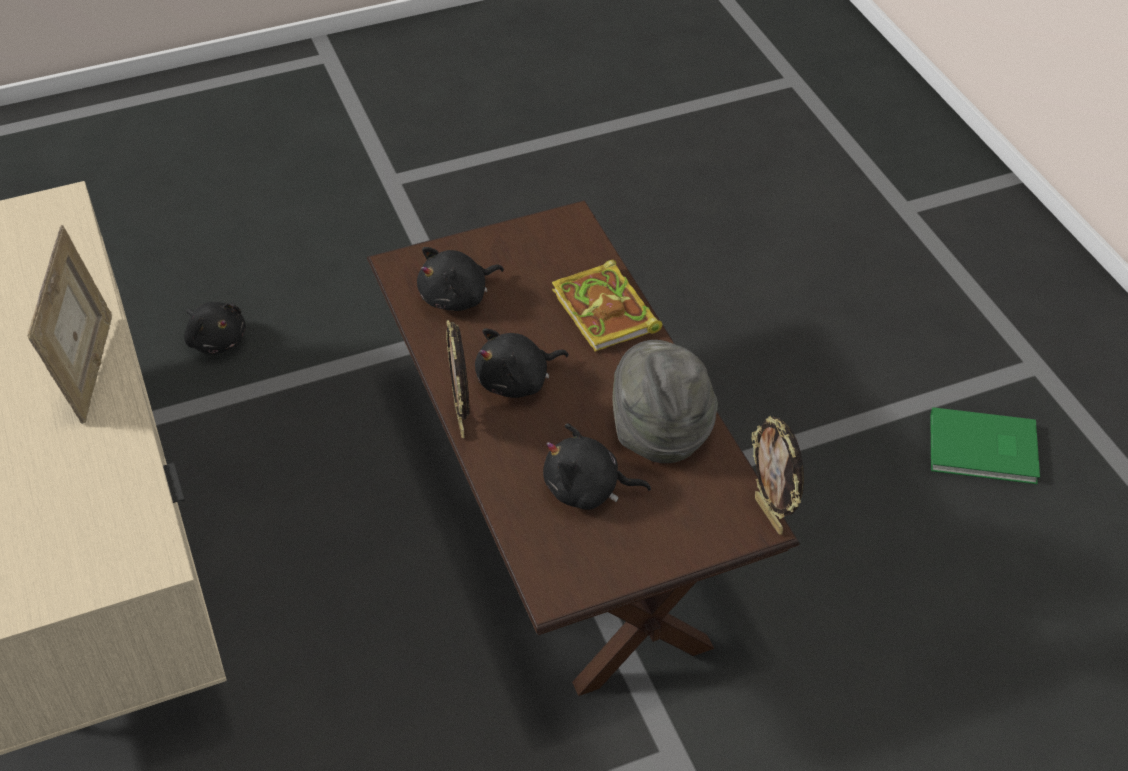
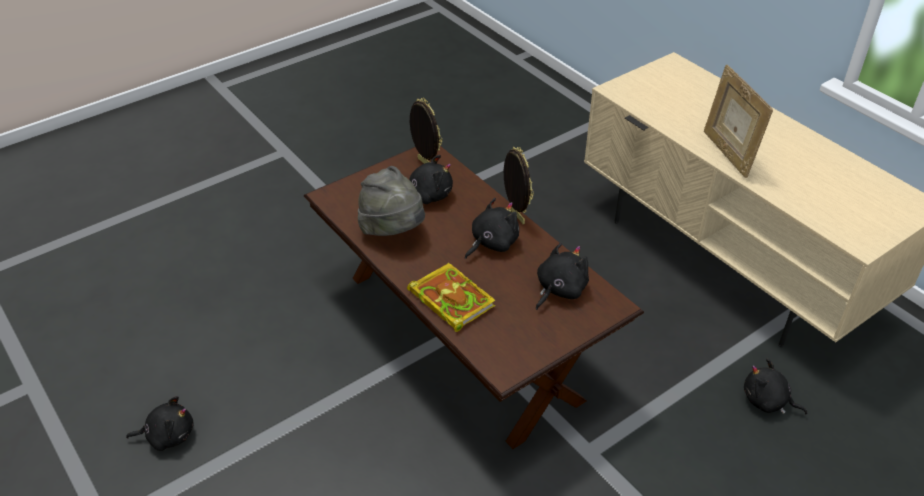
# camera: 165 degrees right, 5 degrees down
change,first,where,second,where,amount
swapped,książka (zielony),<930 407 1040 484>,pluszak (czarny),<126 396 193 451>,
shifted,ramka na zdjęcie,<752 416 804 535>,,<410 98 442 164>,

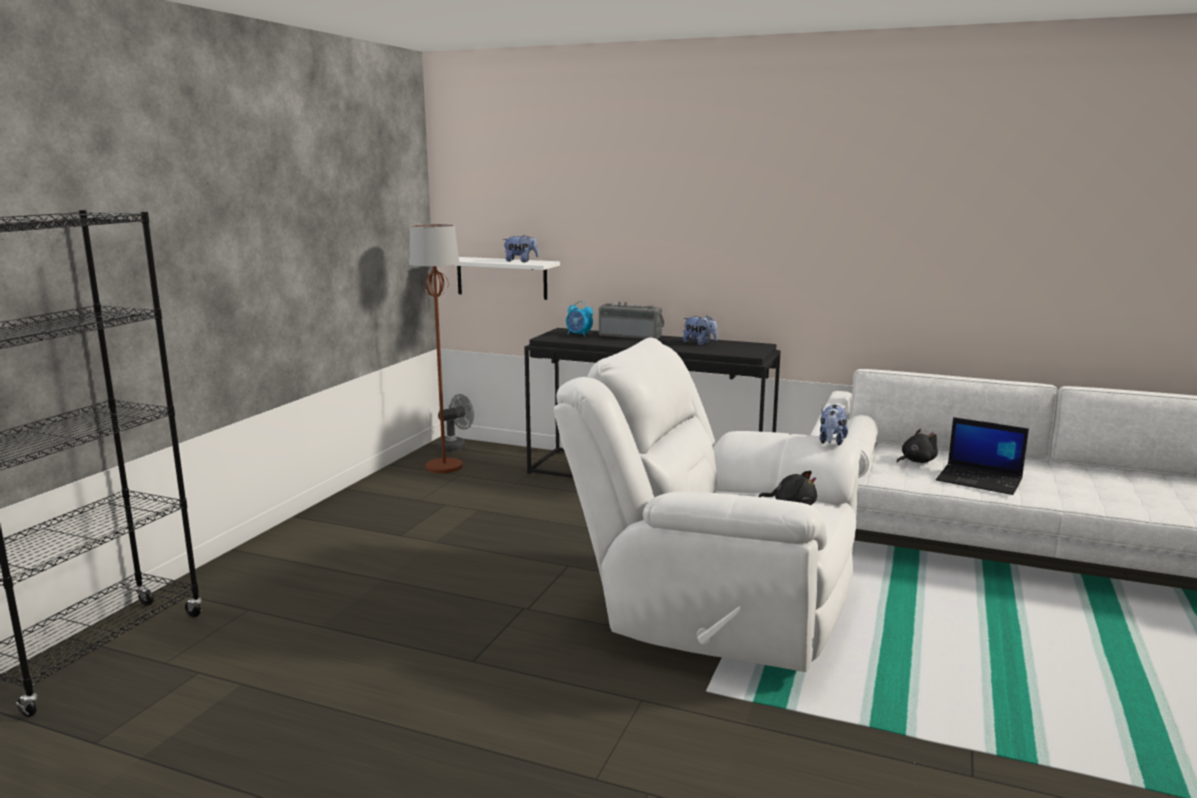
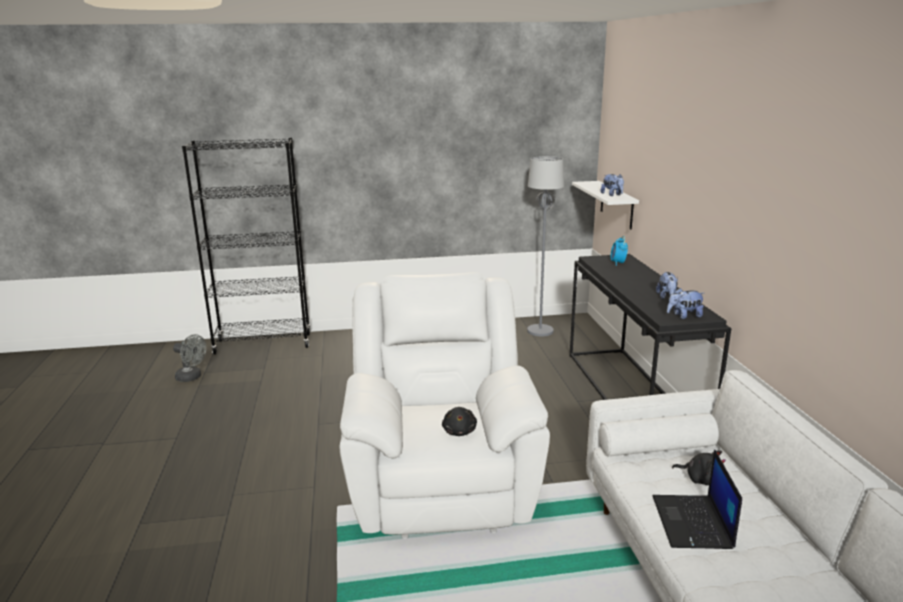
# camera: 60 degrees right, 5 degrees up
change,first,where,second,where,amount
shifted,wentylator (szary),<437 394 474 452>,,<173 334 206 382>,
repainted,lampa stojąca (brązowy),<409 224 463 473>,lampa stojąca (szary),<527 156 564 337>,
shifted,pluszak,<820 405 848 445>,,<667 288 704 319>,
gone,radio,<599 302 665 339>,,,

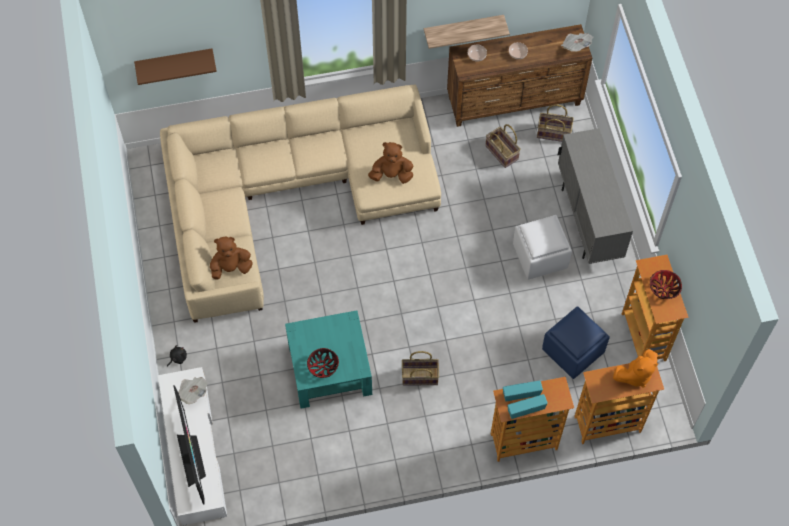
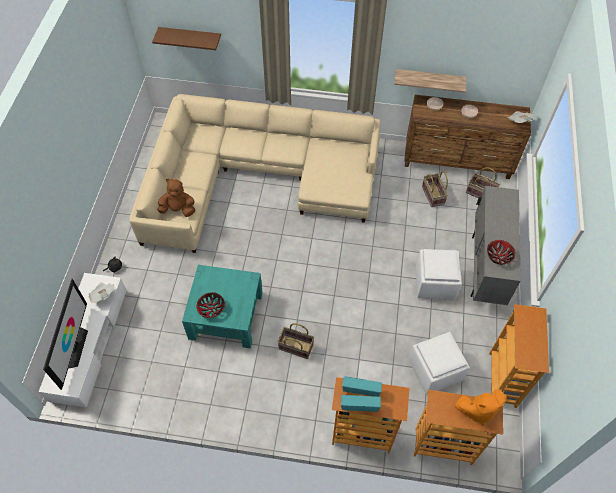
# camera: 20 degrees right, 5 degrees down
change,first,where,second,where,amount
repainted,pufa (niebieski),<542 306 610 379>,pufa (biały),<409 332 470 395>,
shifted,miska,<650 270 682 299>,,<487 240 515 265>,
gone,pluszak (brązowy),<368 142 414 184>,,,

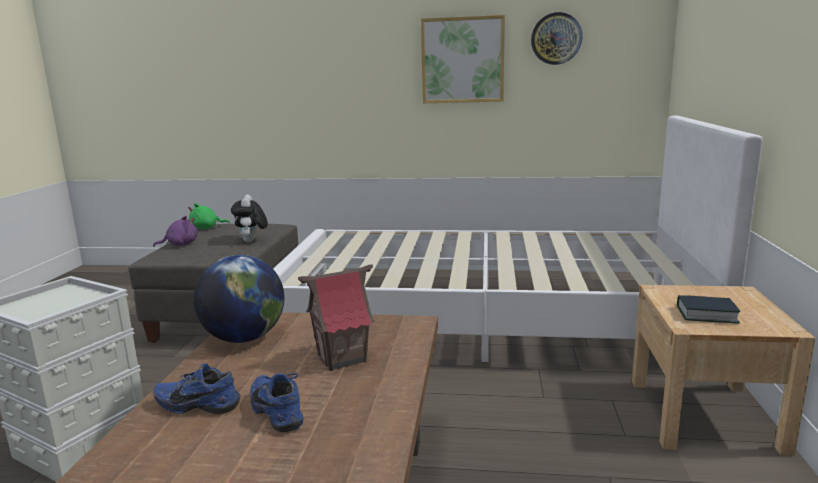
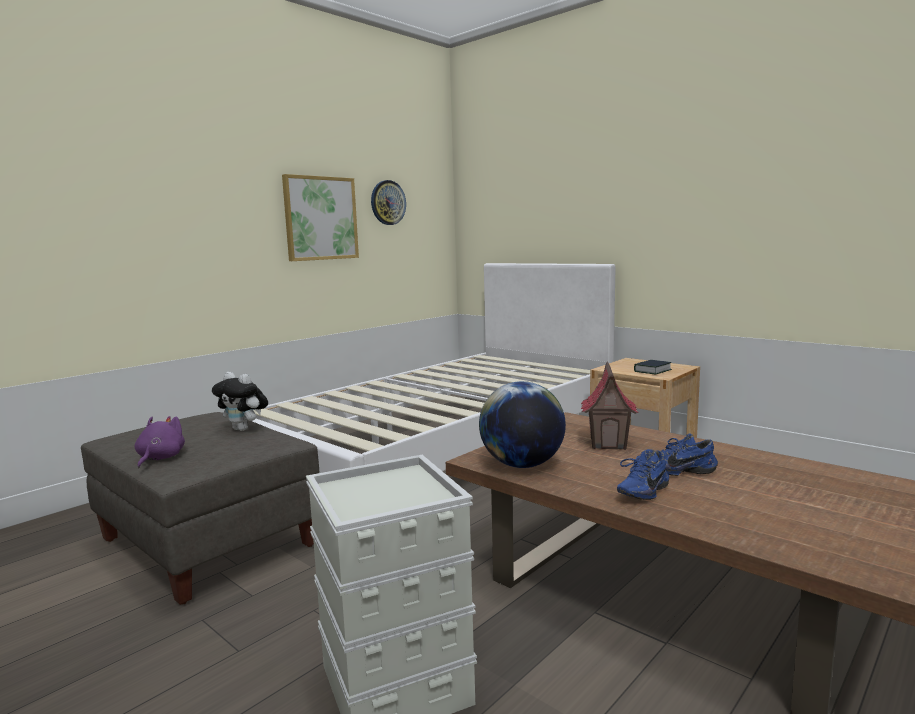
# camera: 55 degrees left, 5 degrees down
change,first,where,second,where,amount
gone,pluszak (zielony),<188 203 230 229>,,,

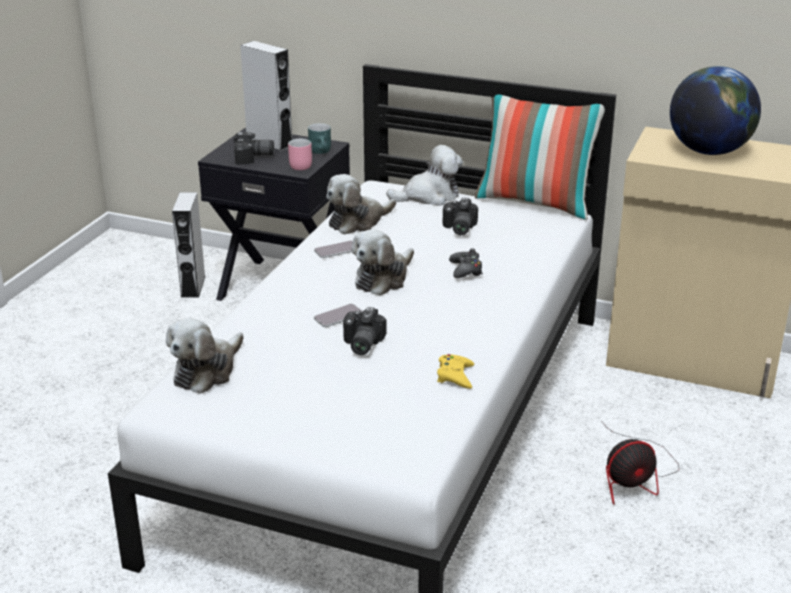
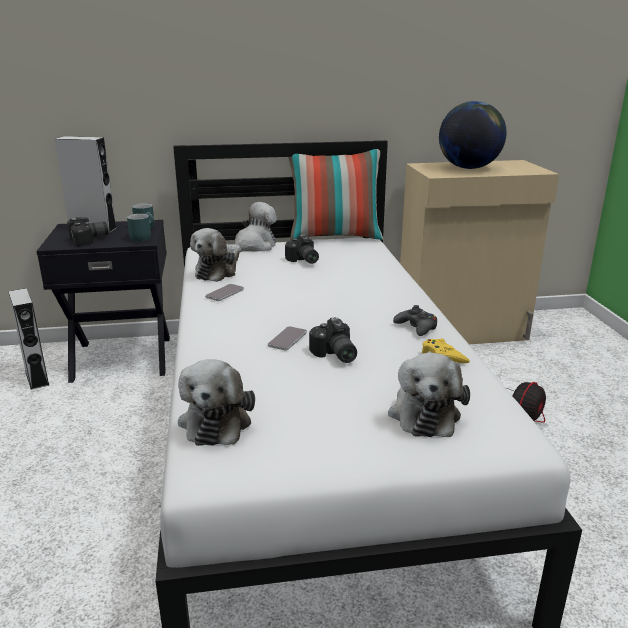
# camera: 30 degrees left, 5 degrees down
change,first,where,second,where,amount
repainted,kubek (różowy),<288 139 312 170>,kubek (turkusowy),<127 214 151 242>,
shifted,pluszak,<352 229 414 296>,,<388 353 470 437>,
shifted,pad do gier (czarny),<449 248 483 278>,,<393 305 437 336>,

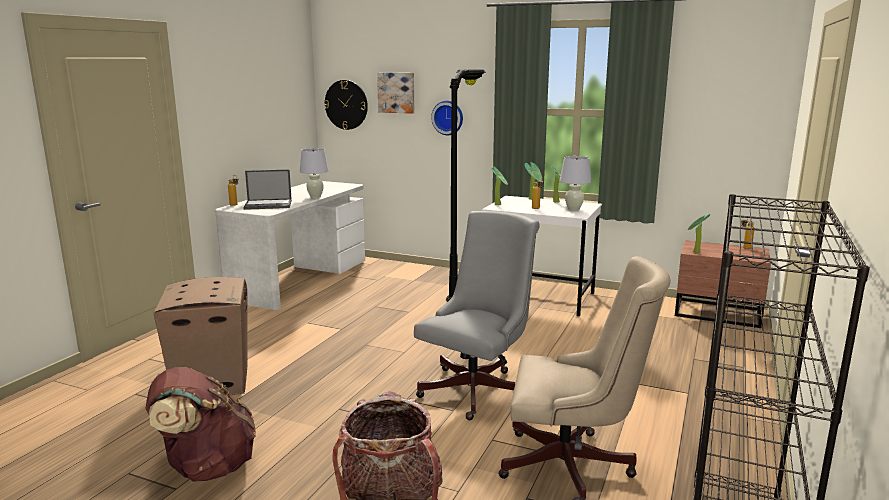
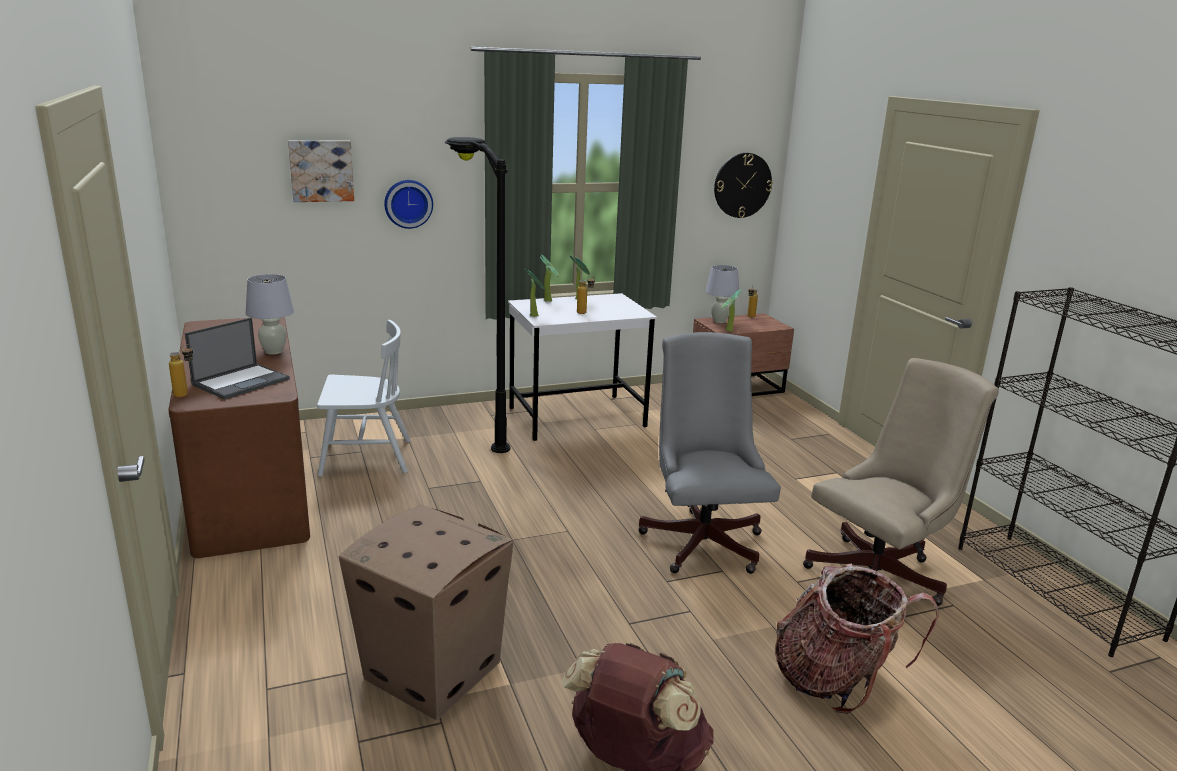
# camera: 45 degrees left, 5 degrees up
change,first,where,second,where,amount
repainted,biurko (biały),<215 181 365 310>,biurko (brązowy),<168 317 310 558>,
new,,,krzesło (biały),<317 320 411 477>,
shifted,lampa stołowa (biały),<560 156 592 211>,,<706 265 739 323>,
shifted,zegar ścienny,<324 80 368 130>,,<714 153 772 218>,

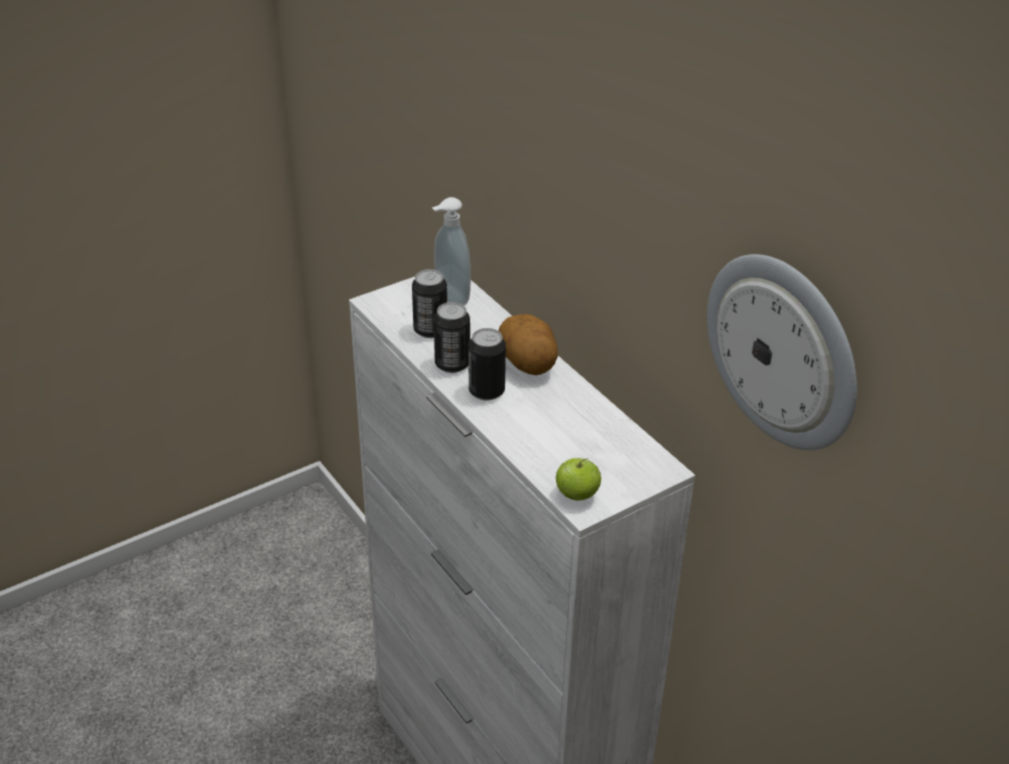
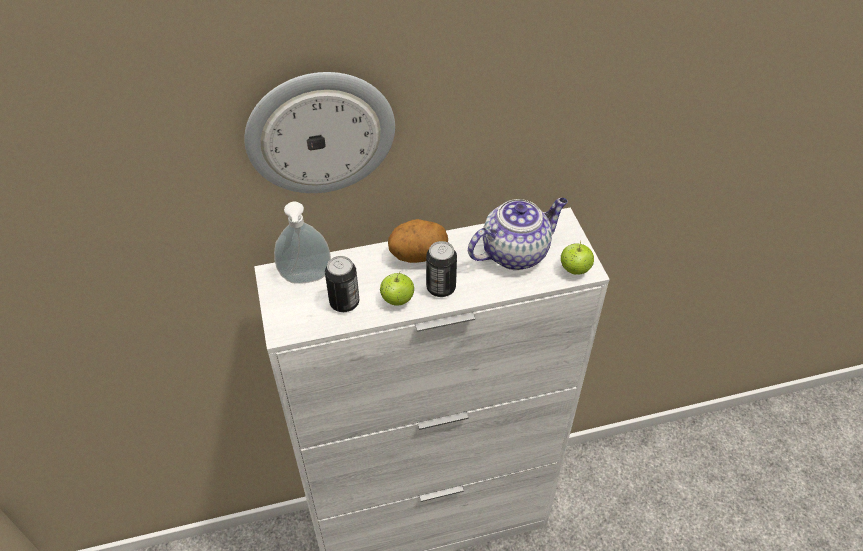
# camera: 70 degrees left, 10 degrees up
change,first,where,second,where,amount
shifted,zegar ścienny,<707 254 857 450>,,<244 72 395 193>,
swapped,puszka,<434 302 470 373>,jabłko,<380 272 414 305>,
new,,,imbryk,<468 198 568 270>,

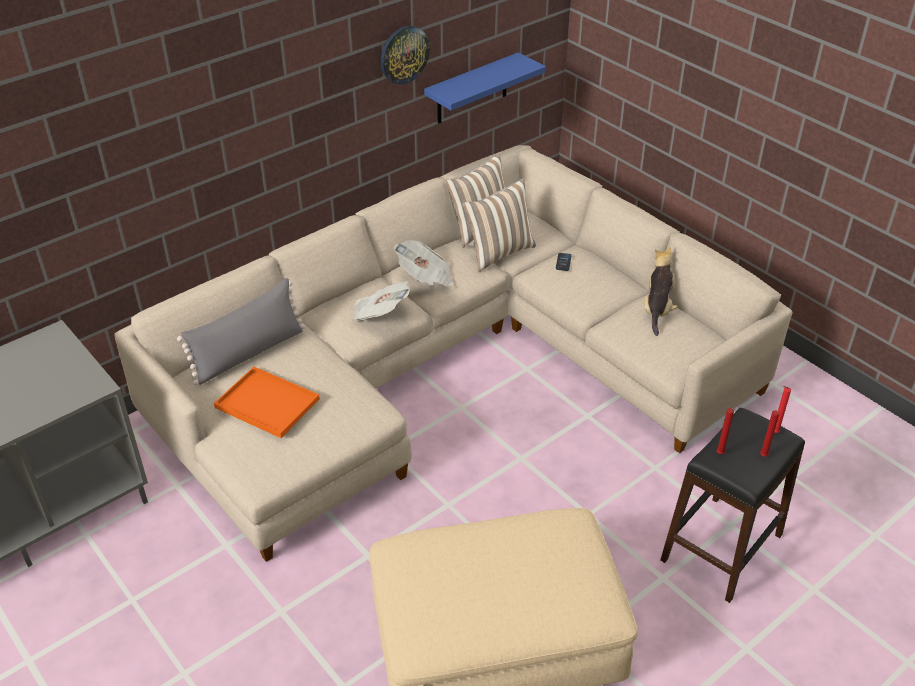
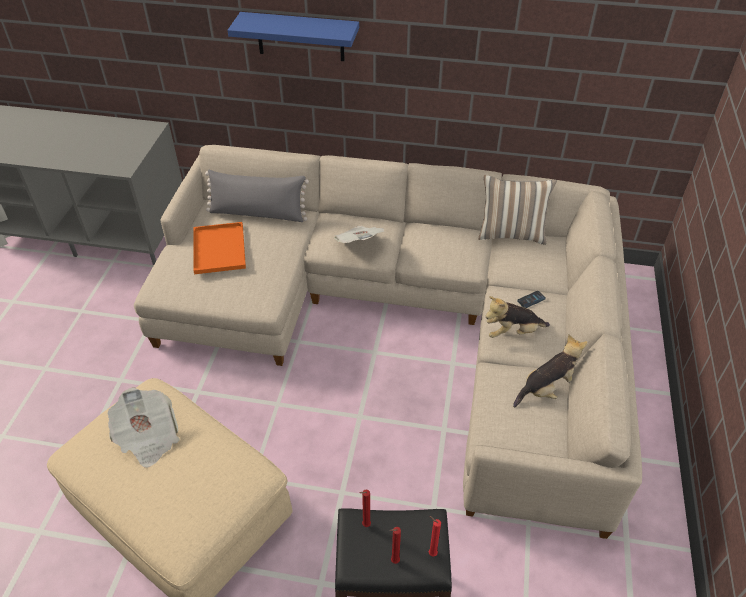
# camera: 50 degrees right, 5 degrees up
change,first,where,second,where,amount
shifted,gazeta,<394 240 453 286>,,<108 387 180 467>,
shifted,półka (niebieski),<424 52 546 124>,,<227 12 359 61>,
new,,,pluszak,<486 296 550 338>,
gone,zegar ścienny,<381 26 430 85>,,,
gone,poduszka,<462 178 536 272>,,,

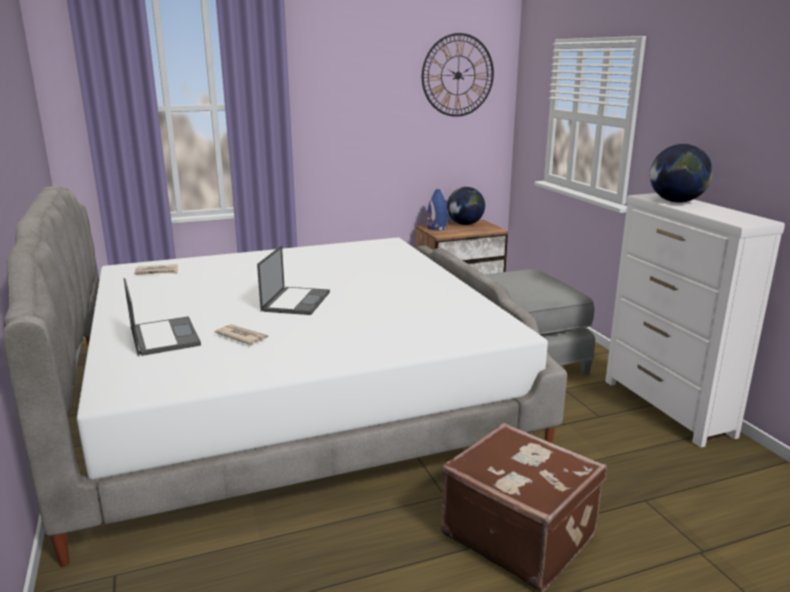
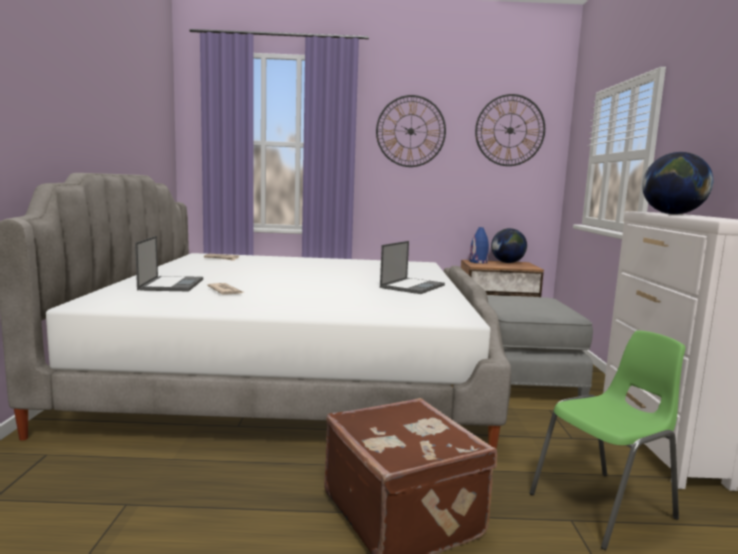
# camera: 20 degrees right, 10 degrees down
change,first,where,second,where,amount
new,,,zegar ścienny,<376 95 446 167>,
shifted,laptop,<257 245 330 315>,,<380 241 445 294>,
new,,,krzesło (zielony),<529 330 685 550>,

